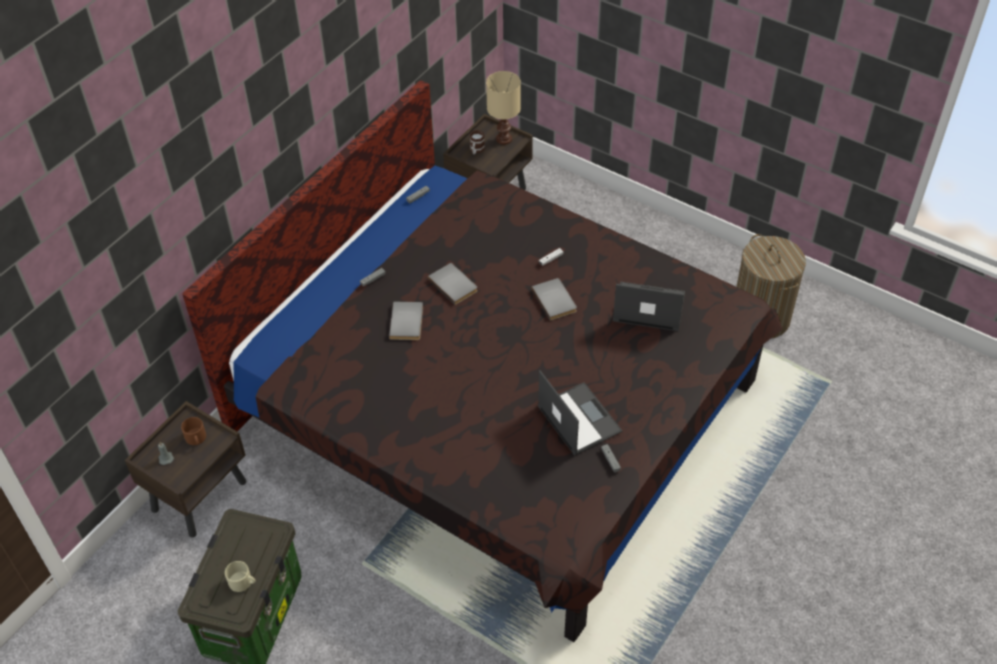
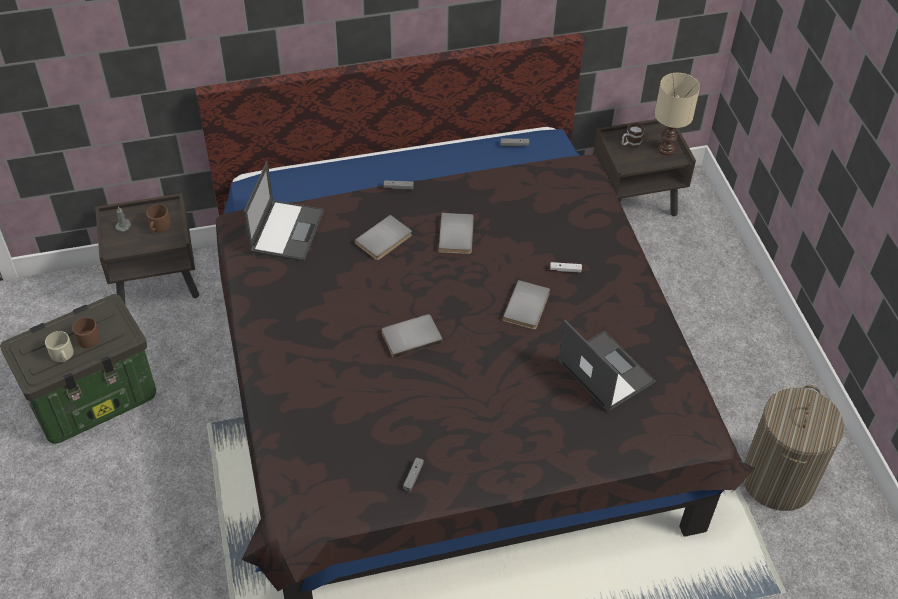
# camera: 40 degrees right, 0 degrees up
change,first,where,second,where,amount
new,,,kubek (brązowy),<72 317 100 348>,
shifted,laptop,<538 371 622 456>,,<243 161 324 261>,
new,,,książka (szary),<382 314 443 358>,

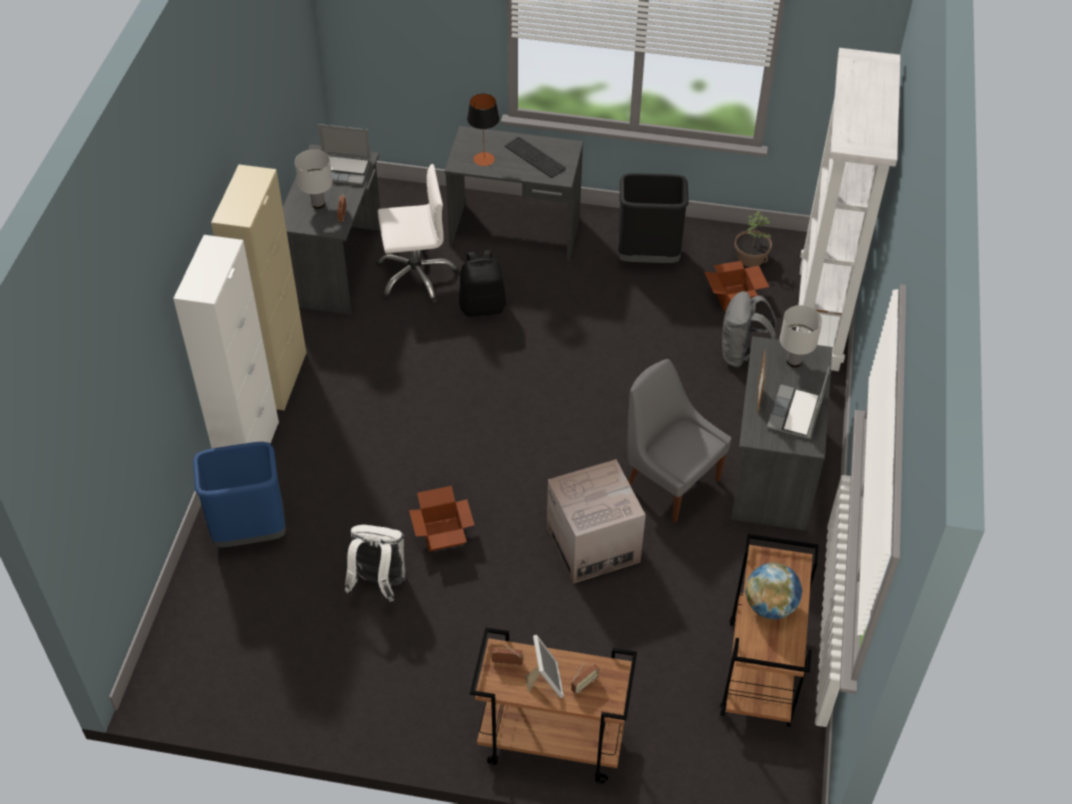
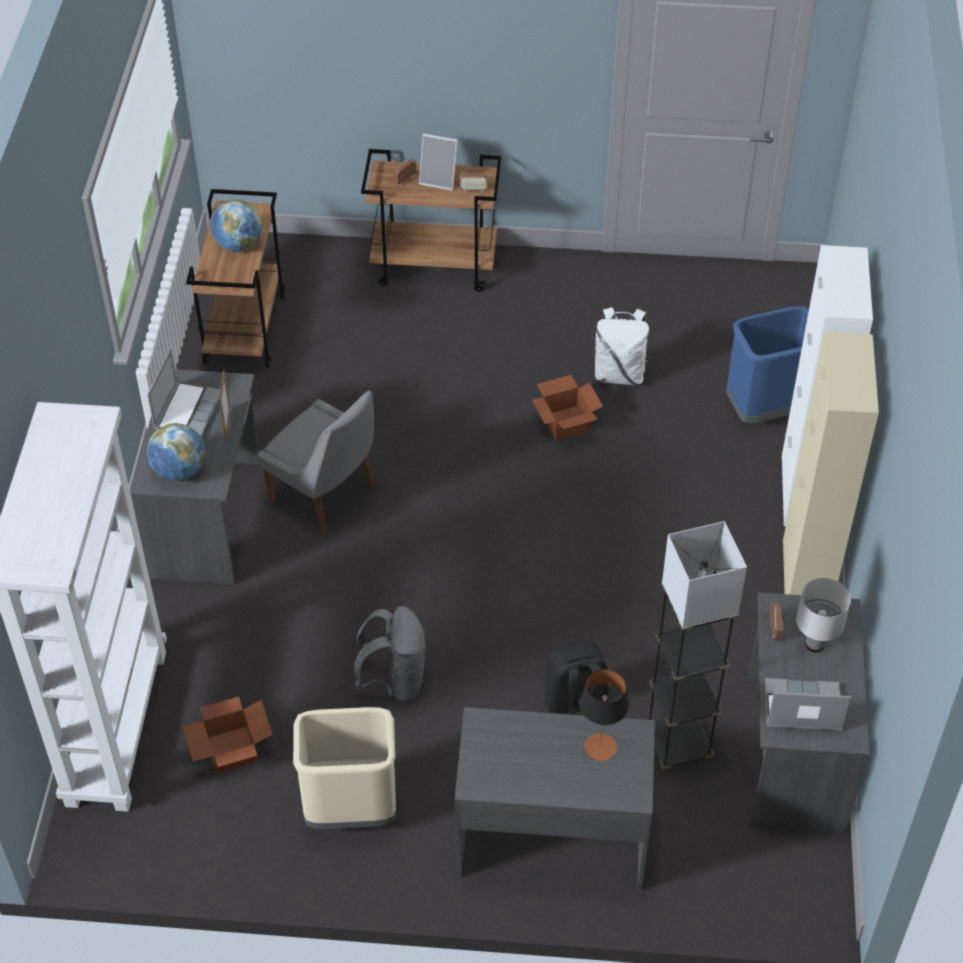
# camera: 175 degrees right, 0 degrees up
change,first,where,second,where,amount
swapped,lampa stołowa (biały),<780 305 822 367>,globus,<147 423 206 481>,
repainted,kosz na śmieci (czarny),<618 173 689 263>,kosz na śmieci (beżowy),<293 707 396 829>,
shifted,plecak (szary),<722 291 777 368>,,<354 606 426 701>,
rotated,ramka na zdjęcie,<525 635 564 698>,,<419 134 458 191>,60 degrees counterclockwise
swapped,krzesło biurowe (biały),<376 164 459 304>,lampa stojąca (szary),<649 521 747 771>,
gone,klawiatura,<505 137 566 178>,,,
gone,karton,<547 459 646 584>,,,
gone,roślina doniczkowa,<734 211 772 267>,,,

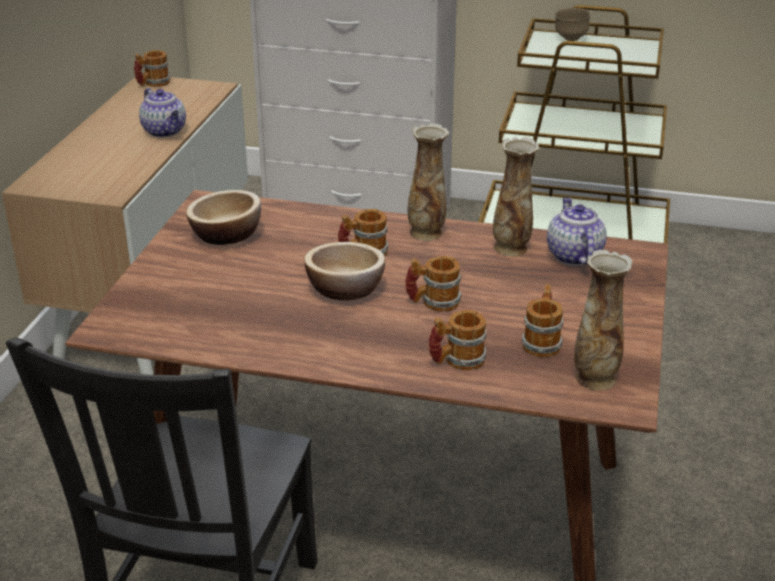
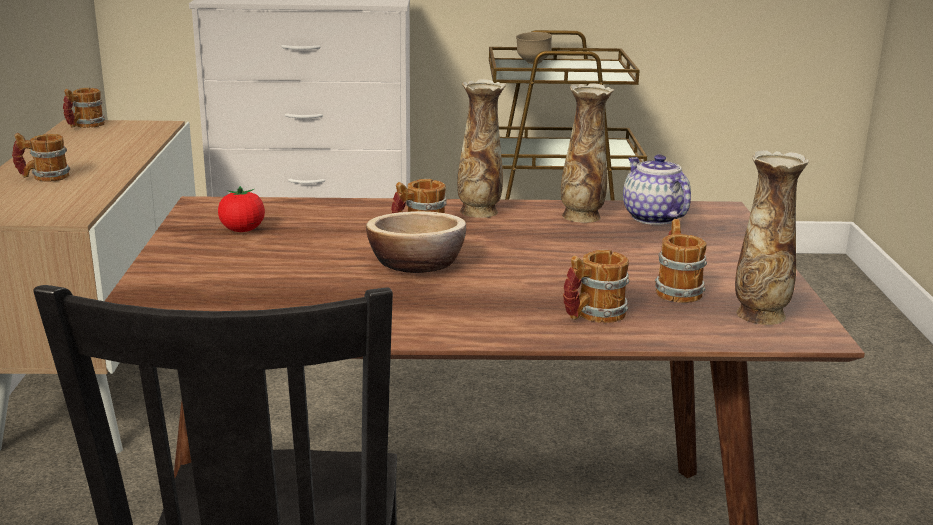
# camera: 15 degrees left, 10 degrees down
change,first,where,second,where,amount
shifted,kubek,<405 256 462 312>,,<12 133 70 182>,
swapped,miska,<186 190 261 245>,pomidor,<218 186 265 232>,
gone,imbryk,<139 88 186 137>,,,

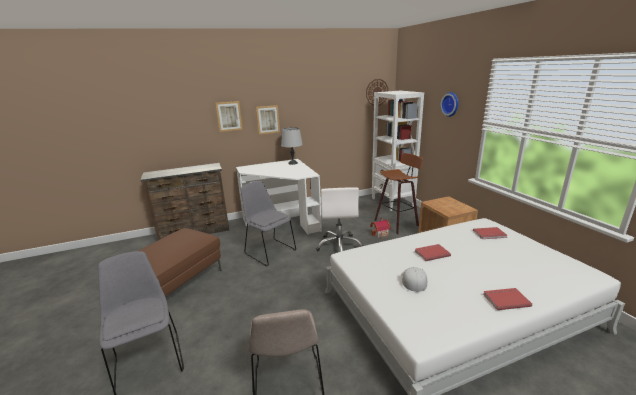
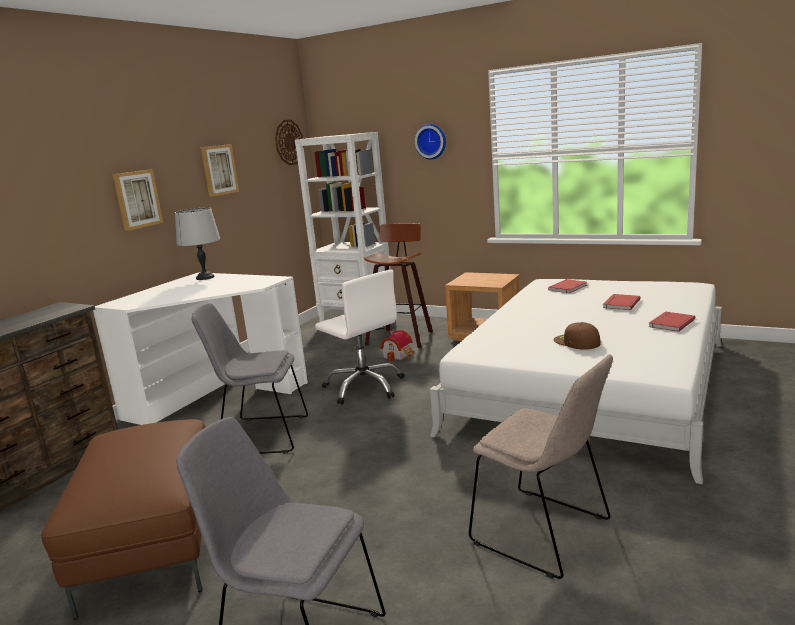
# camera: 40 degrees left, 5 degrees down
change,first,where,second,where,amount
shifted,obraz,<215 101 243 132>,,<201 144 239 197>,
repainted,czapka z daszkiem (biały),<401 267 427 292>,czapka z daszkiem (brązowy),<553 322 600 350>,
shifted,książka (czerwony),<415 244 451 261>,,<603 294 641 310>,

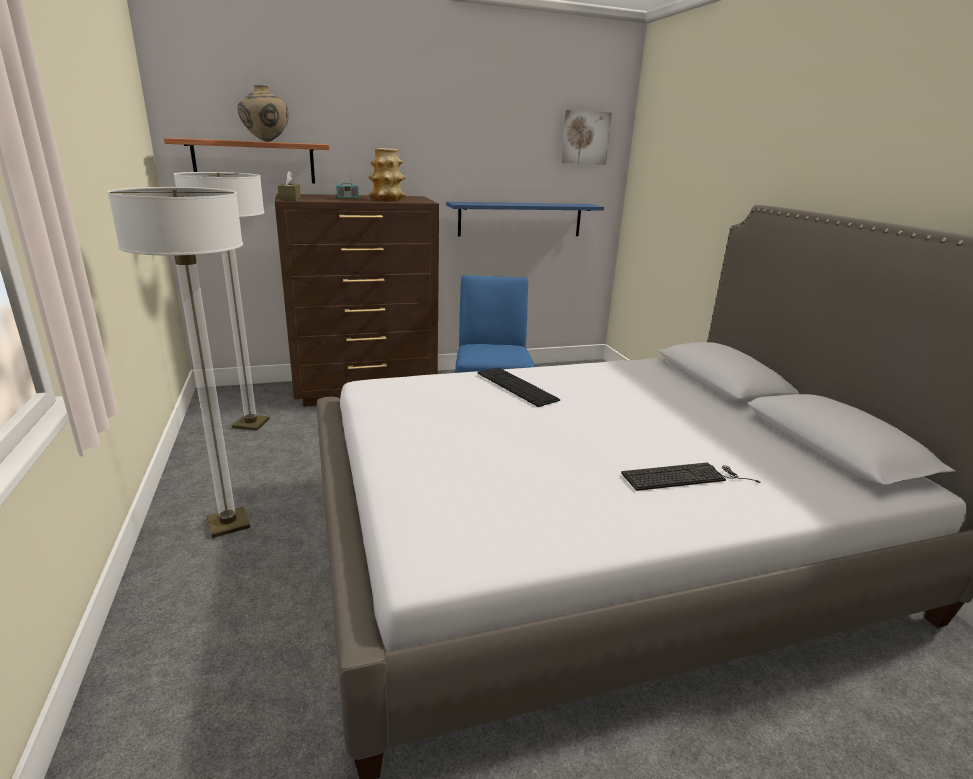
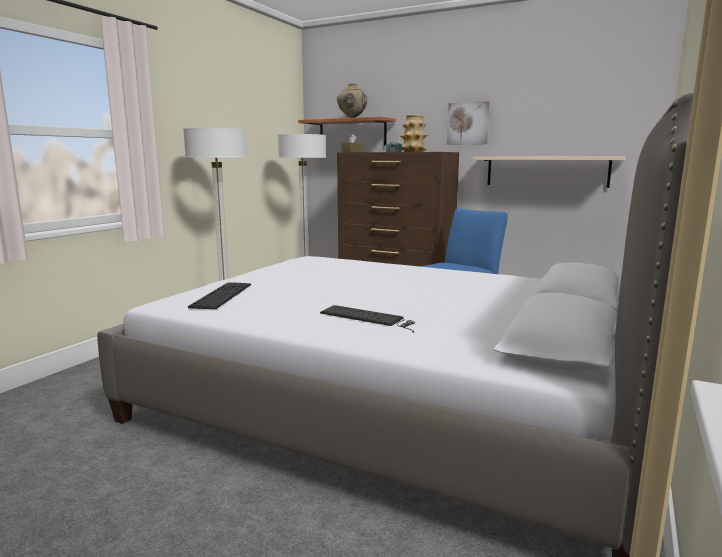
# camera: 45 degrees right, 10 degrees down
change,first,where,second,where,amount
shifted,klawiatura,<477 367 560 407>,,<188 282 251 309>,
shifted,obraz,<561 110 612 165>,,<447 101 490 145>,
repainted,półka (niebieski),<446 202 604 237>,półka (beżowy),<473 156 625 188>,

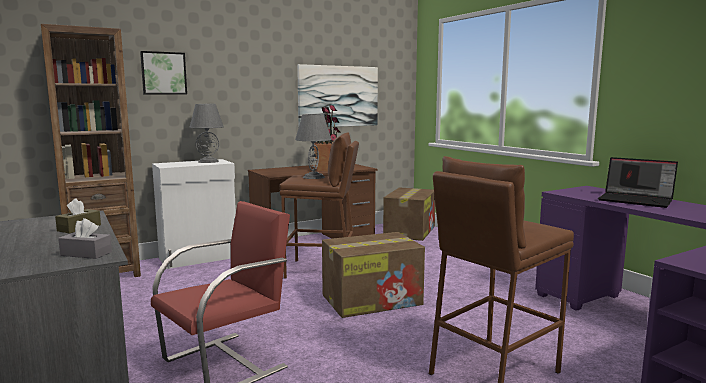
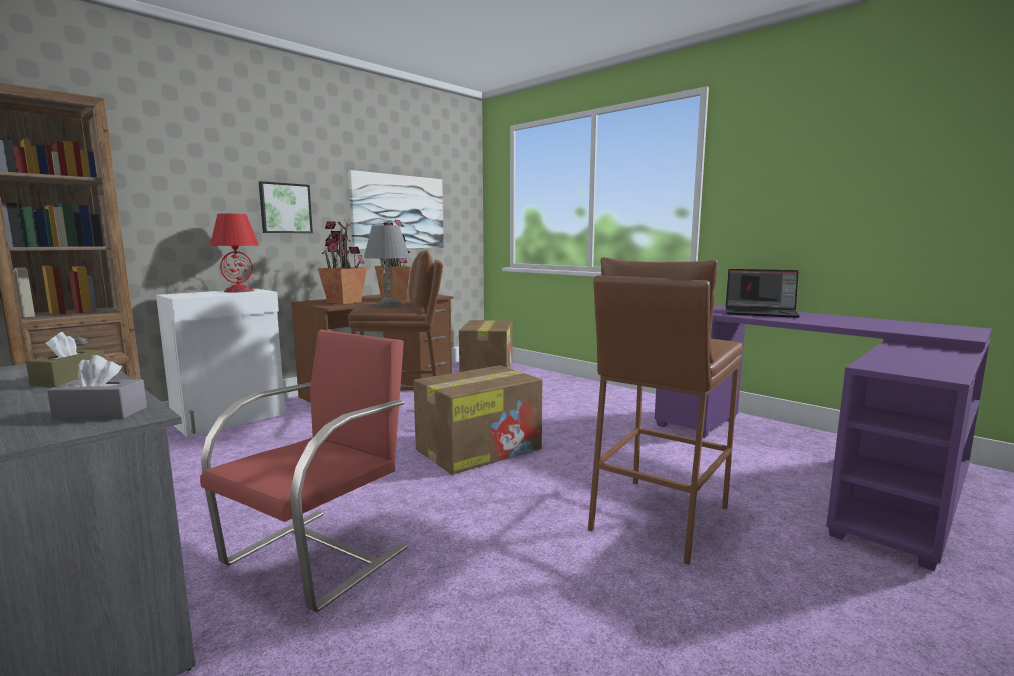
# camera: 15 degrees left, 0 degrees up
change,first,where,second,where,amount
repainted,lampa stołowa (szary),<189 104 224 163>,lampa stołowa (czerwony),<210 214 259 292>,
shifted,obraz,<140 51 187 95>,,<259 181 313 233>,
new,,,roślina doniczkowa,<318 219 367 304>,

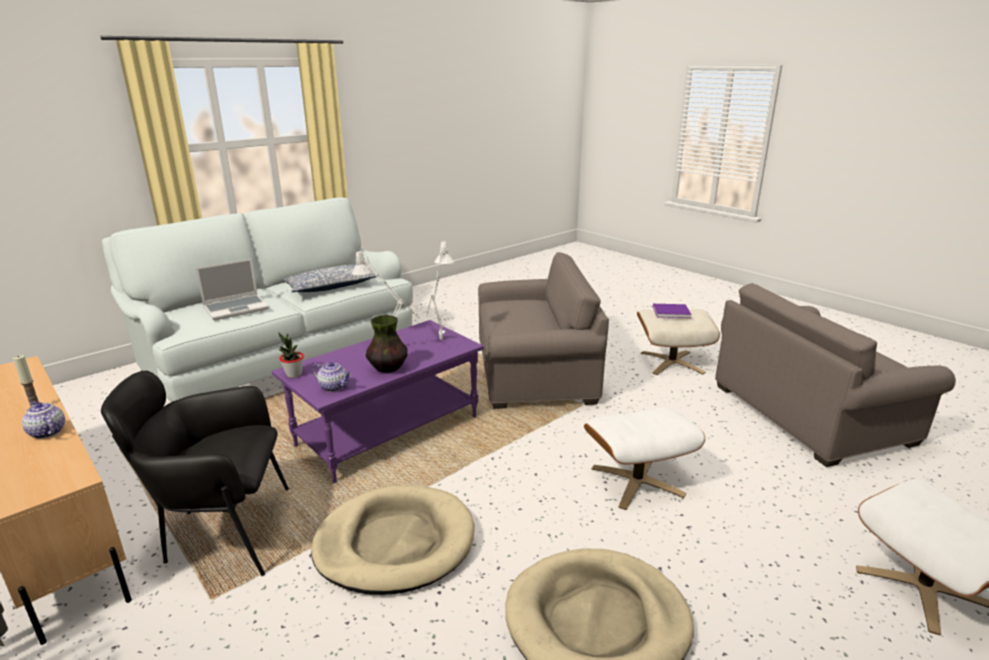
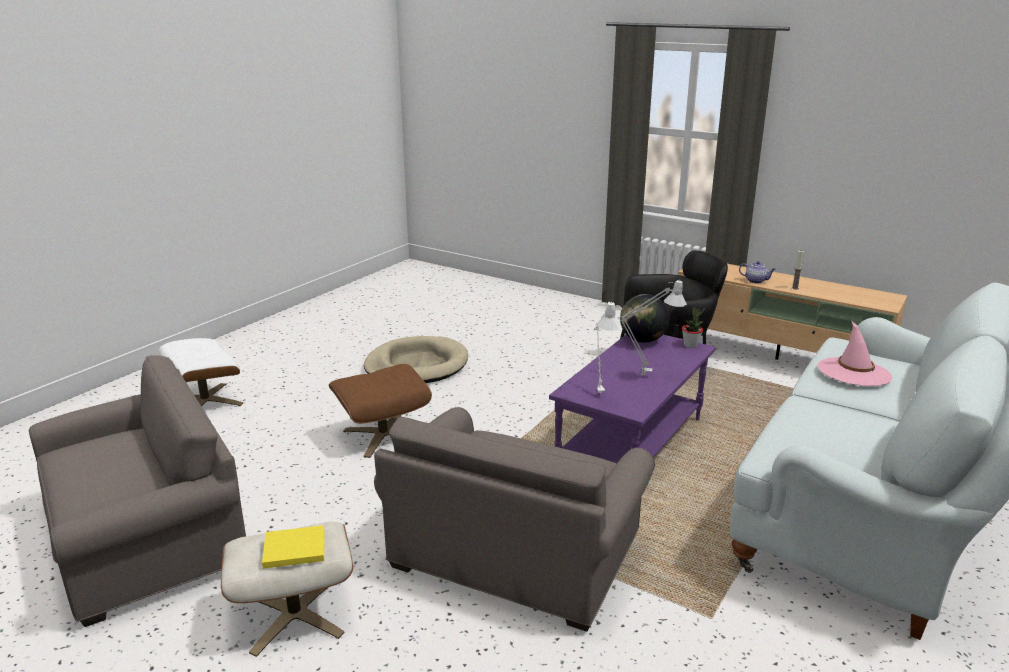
# camera: 165 degrees right, 0 degrees up
change,first,where,second,where,amount
repainted,książka (fioletowy),<653 304 692 318>,książka (żółty),<262 525 325 569>,
repainted,pufa (biały),<584 407 705 510>,pufa (brązowy),<329 364 432 458>,
rotated,fotel (szary),<478 252 609 409>,,<374 407 655 632>,45 degrees counterclockwise
swapped,imbryk,<312 362 351 392>,globus,<620 294 669 343>,
swapped,laptop,<196 259 269 320>,kapelusz (różowy),<818 321 892 386>,
gone,poduszka,<283 265 379 292>,,,
gone,legowisko (beżowy),<311 485 475 595>,,,
gone,wazon,<366 315 408 373>,,,

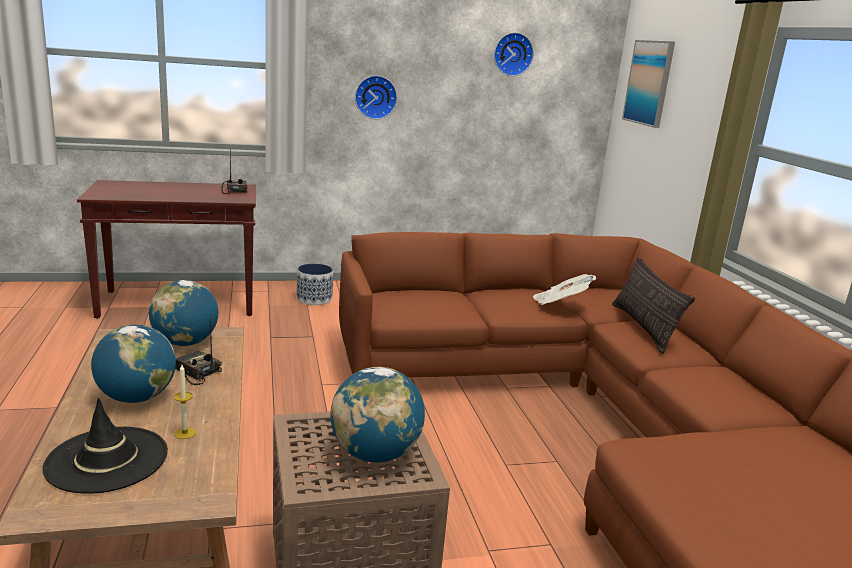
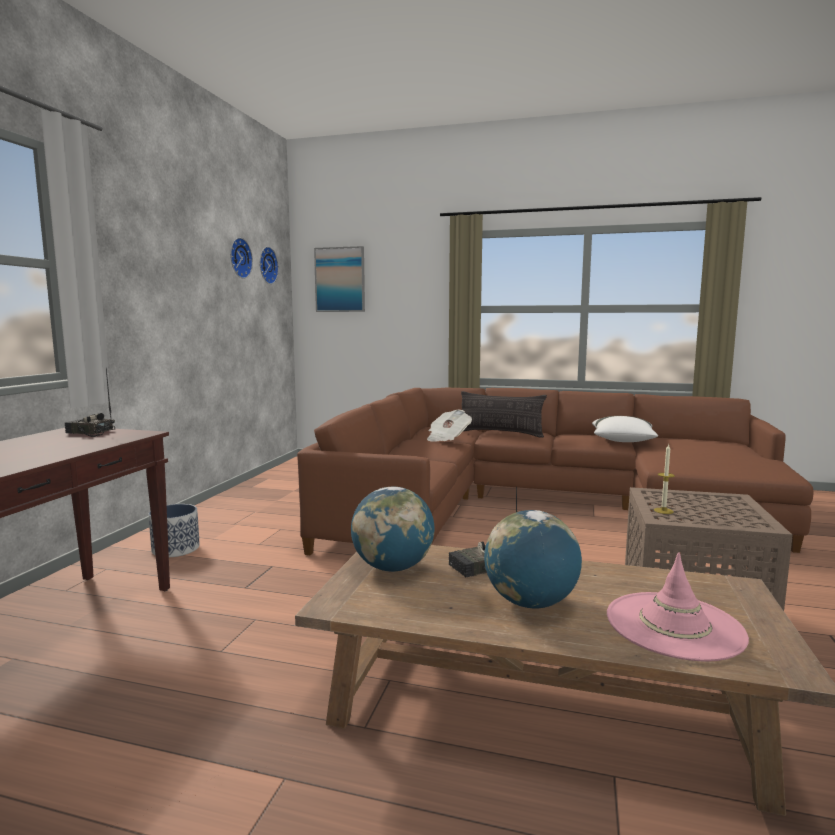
# camera: 60 degrees left, 10 degrees down
change,first,where,second,where,amount
shifted,zegar ścienny,<355 75 397 119>,,<260 247 279 284>,
new,,,poduszka (biały),<592 416 658 442>,
repainted,kapelusz (czarny),<42 398 168 494>,kapelusz (różowy),<607 552 749 662>,
shifted,świeca,<174 365 196 439>,,<654 444 675 514>,
gone,globus,<331 367 425 463>,,,

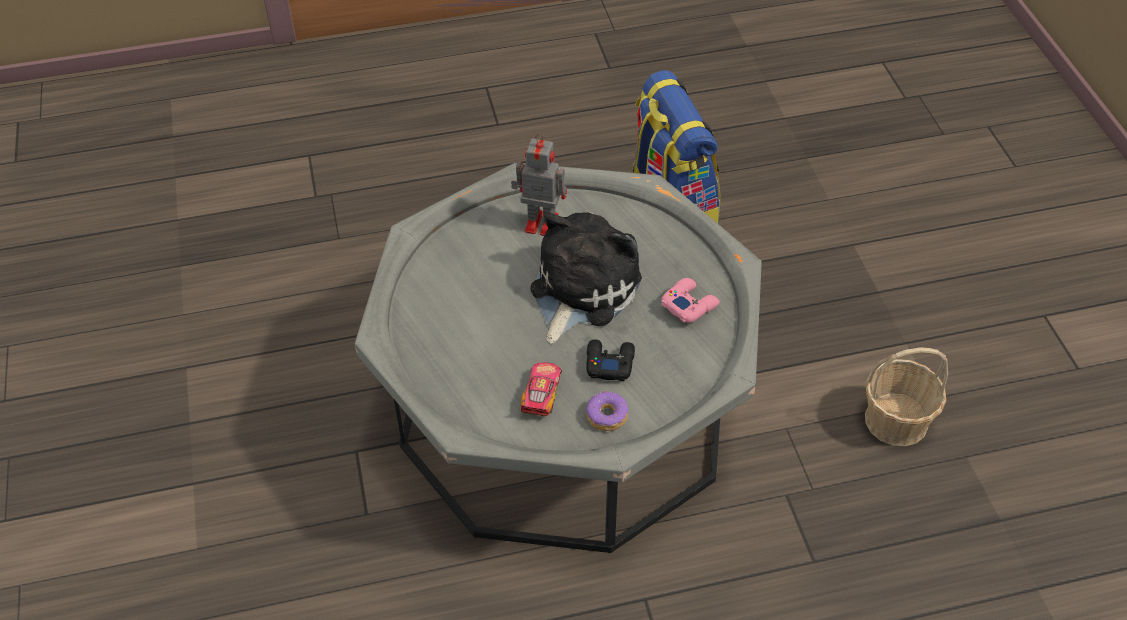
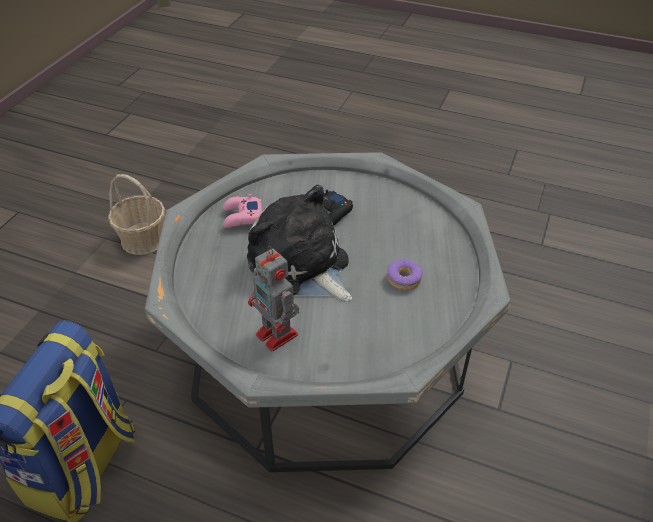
# camera: 145 degrees left, 5 degrees down
change,first,where,second,where,amount
rotated,pluszak,<530 212 642 344>,,<247 185 352 301>,75 degrees clockwise
shifted,donut,<586 391 629 431>,,<387 259 422 290>,
gone,samochodzik,<521 362 562 416>,,,

